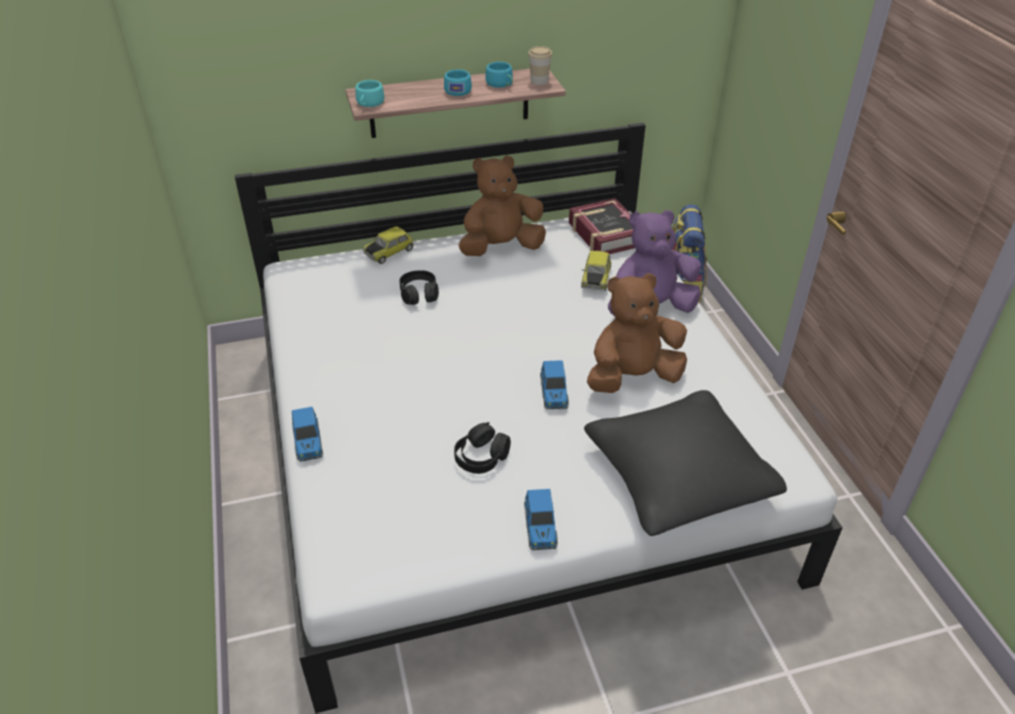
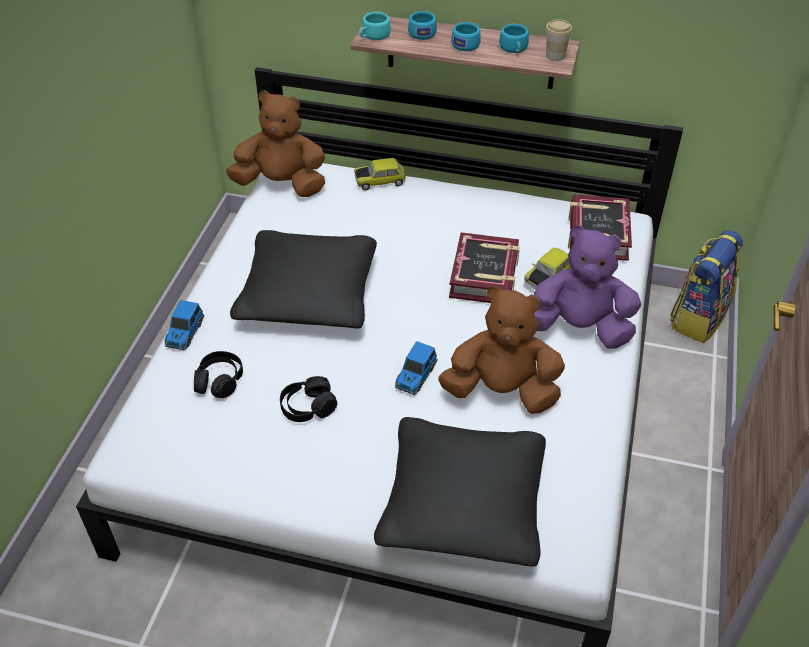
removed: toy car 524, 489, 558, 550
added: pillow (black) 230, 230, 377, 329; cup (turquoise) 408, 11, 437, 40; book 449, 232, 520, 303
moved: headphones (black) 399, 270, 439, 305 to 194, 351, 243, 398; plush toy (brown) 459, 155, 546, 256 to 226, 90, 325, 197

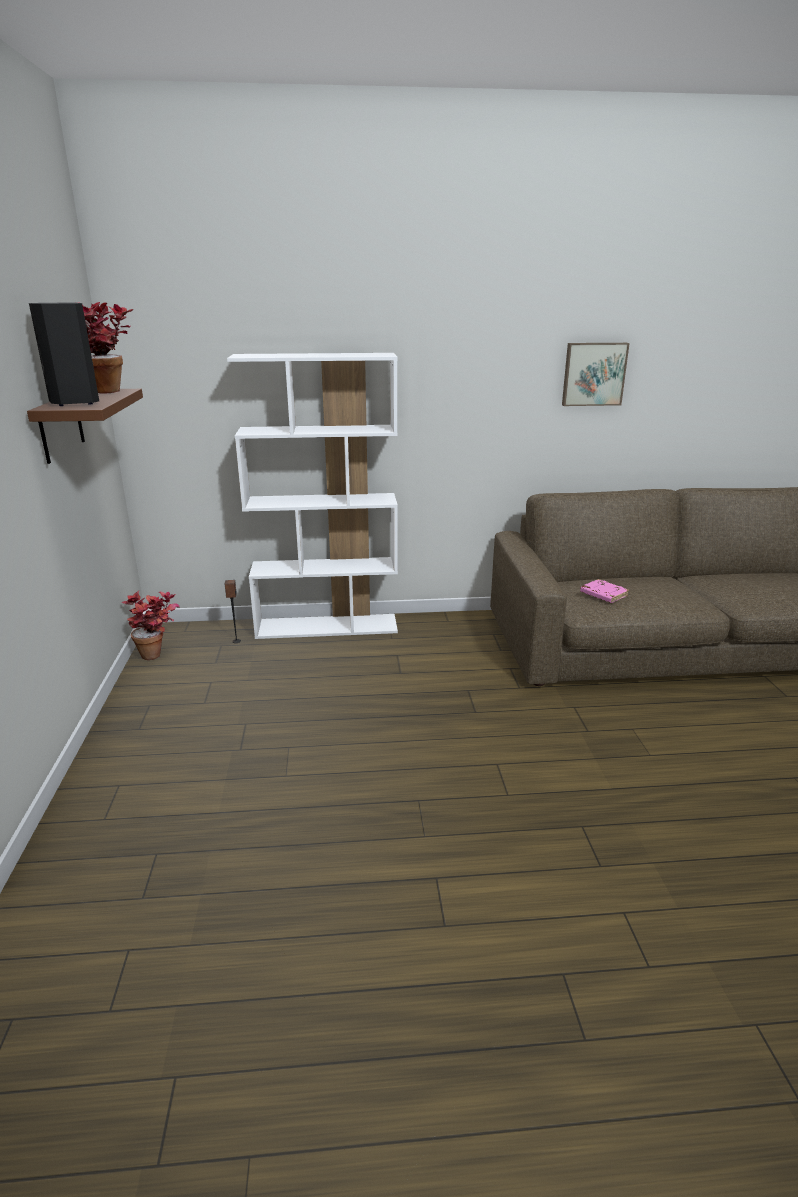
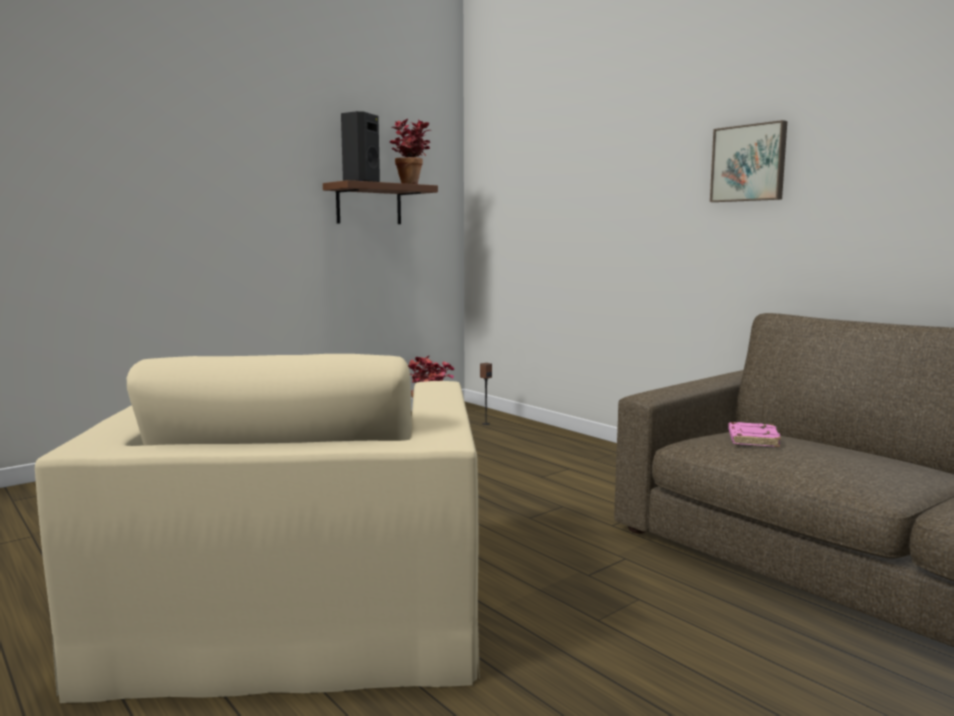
removed: bookcase (white) 227, 353, 398, 639
added: armchair (beige) 35, 354, 480, 703
moved: picture 562, 343, 630, 406 to 710, 120, 787, 202

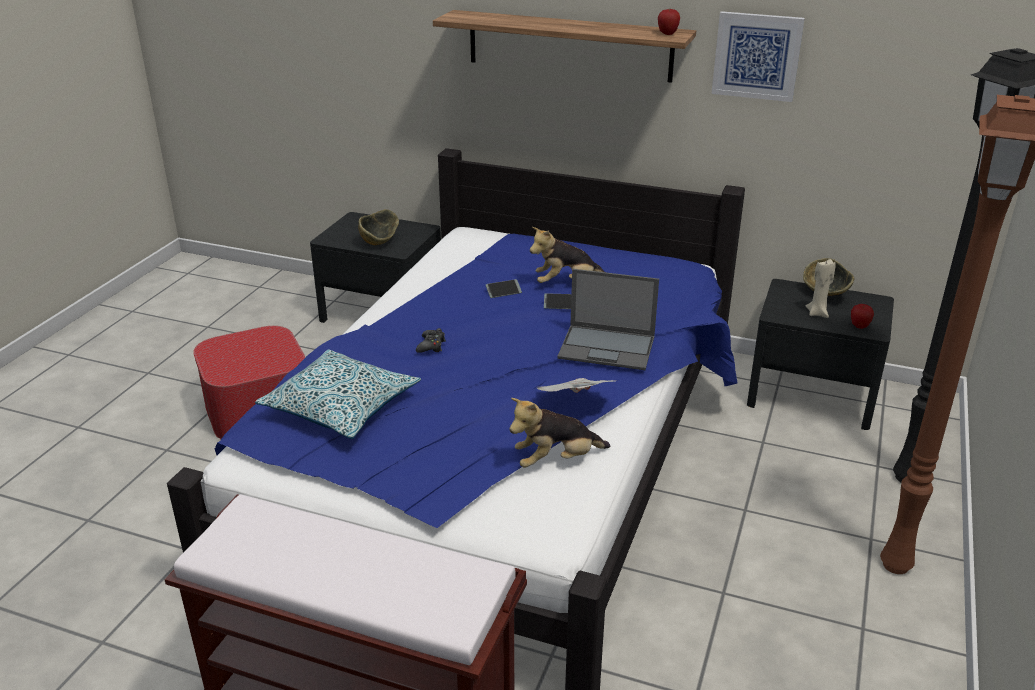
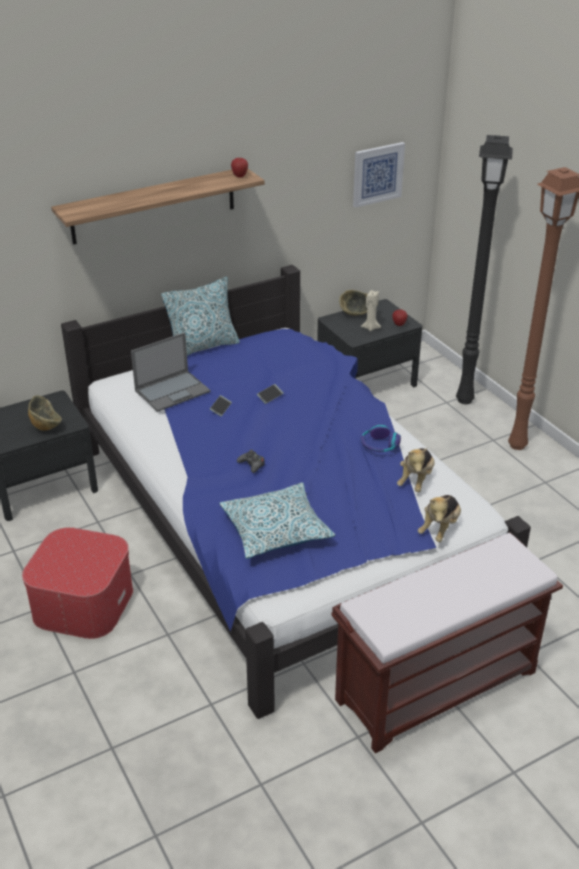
added: pillow 161, 277, 240, 356
moved: plush toy 530, 227, 607, 283 to 418, 495, 461, 542; laptop 557, 269, 659, 370 to 131, 332, 211, 412; picture 712, 11, 805, 102 to 353, 142, 405, 208
replaced: newspaper 538, 378, 616, 393 to headphones 361, 424, 401, 452

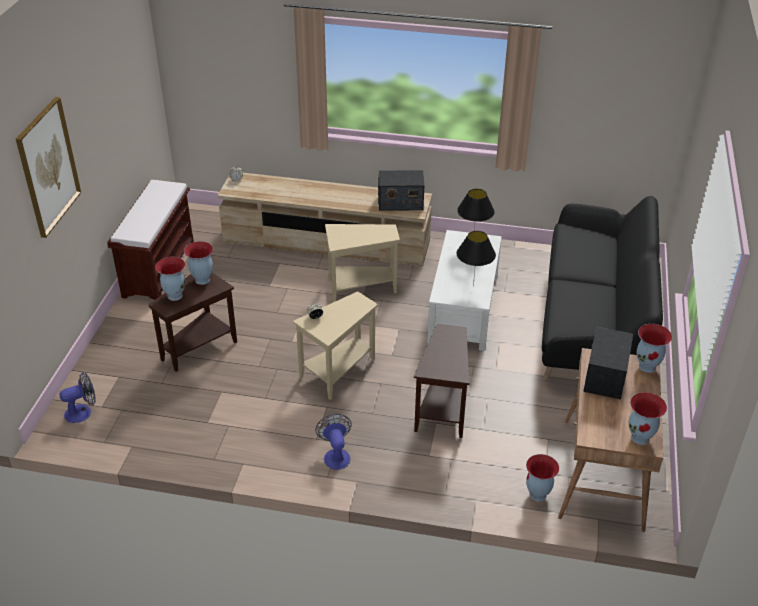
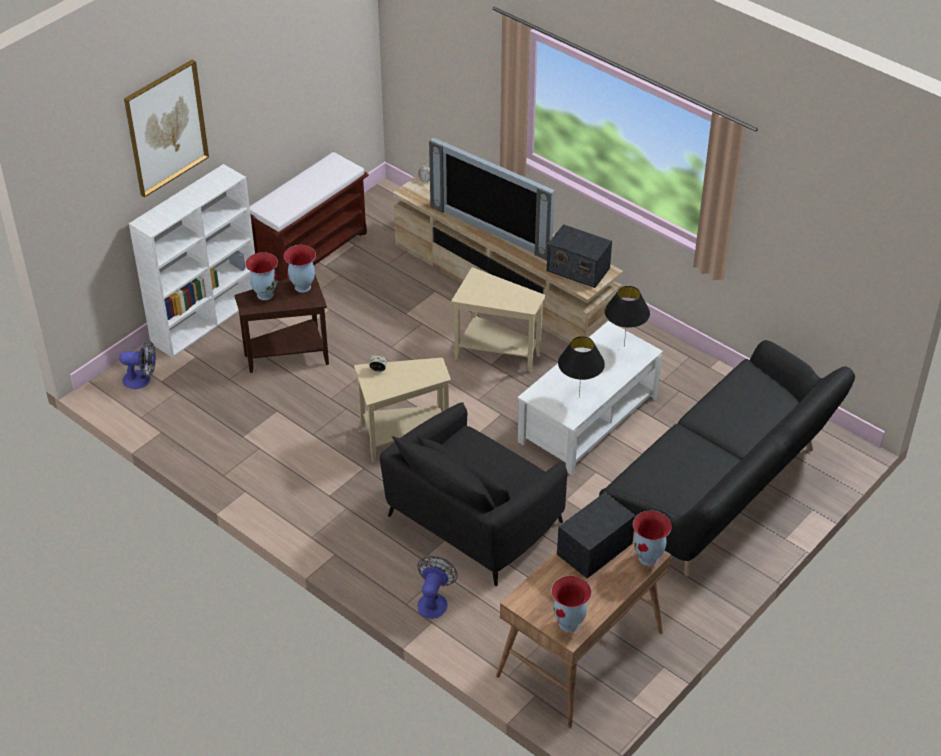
removed: vase 526, 454, 559, 502
added: bookcase (white) 129, 164, 255, 357; television 429, 137, 555, 260
moved: fan 315, 414, 352, 470 to 417, 556, 458, 619
replaced: side table (brown) 414, 324, 470, 438 to armchair (black) 380, 402, 567, 586

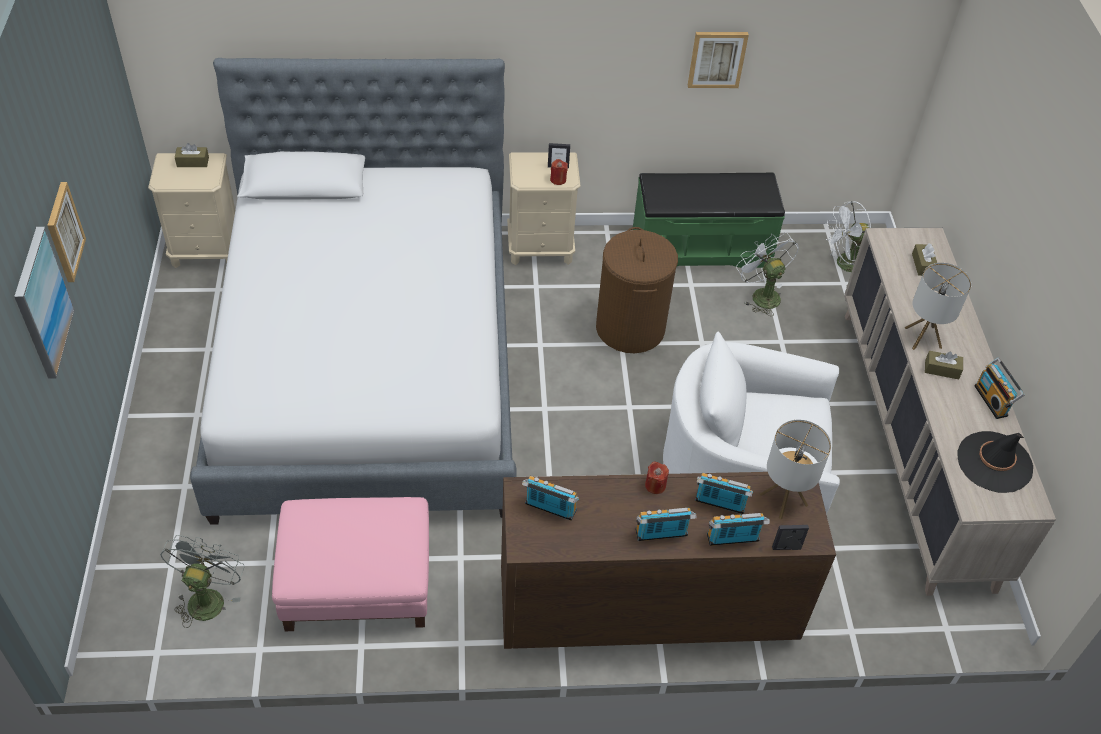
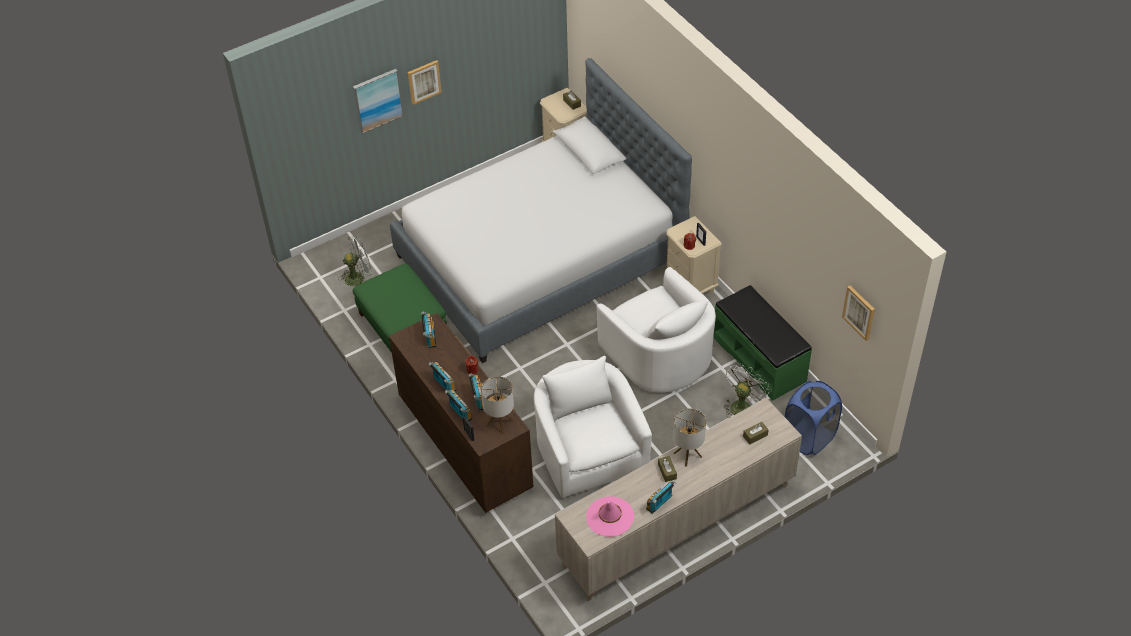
moved: picture 688, 32, 749, 88 to 842, 286, 875, 341
replaced: laundry basket (brown) 596, 227, 678, 353 to armchair (white) 596, 267, 716, 393; fan (white) 826, 201, 871, 272 to laundry basket (blue) 785, 381, 842, 455
recoloured: ottoman (pink) 272, 497, 429, 631 to ottoman (green) 353, 264, 447, 353; hat (black) 957, 431, 1033, 493 to hat (pink) 586, 496, 634, 537

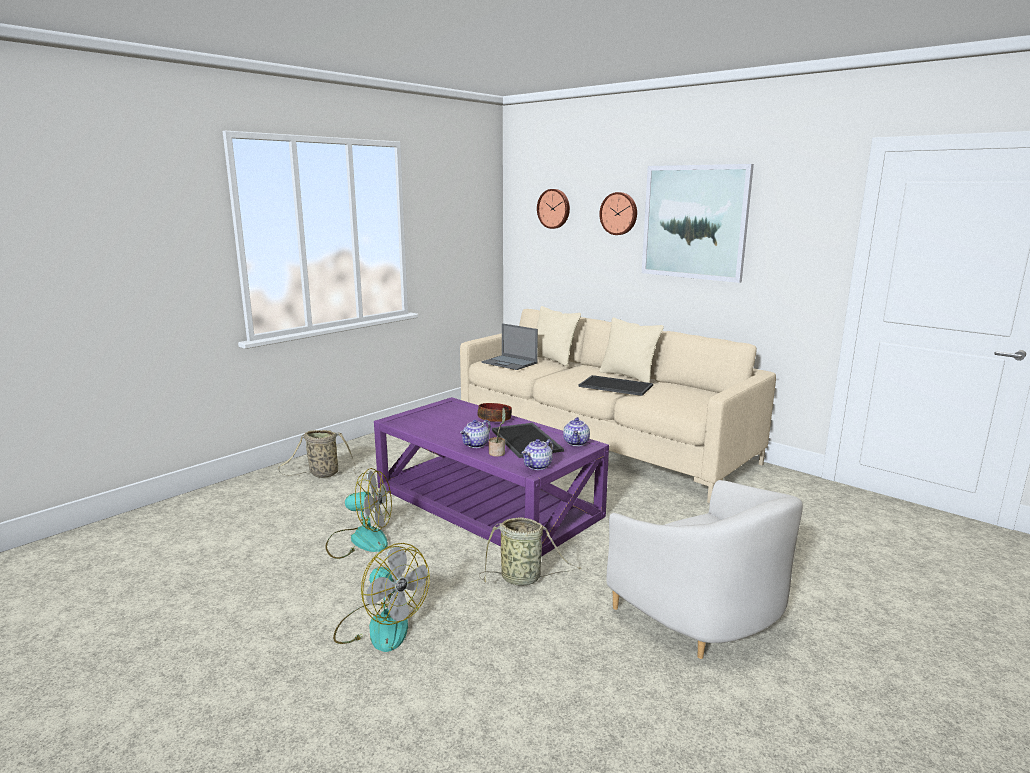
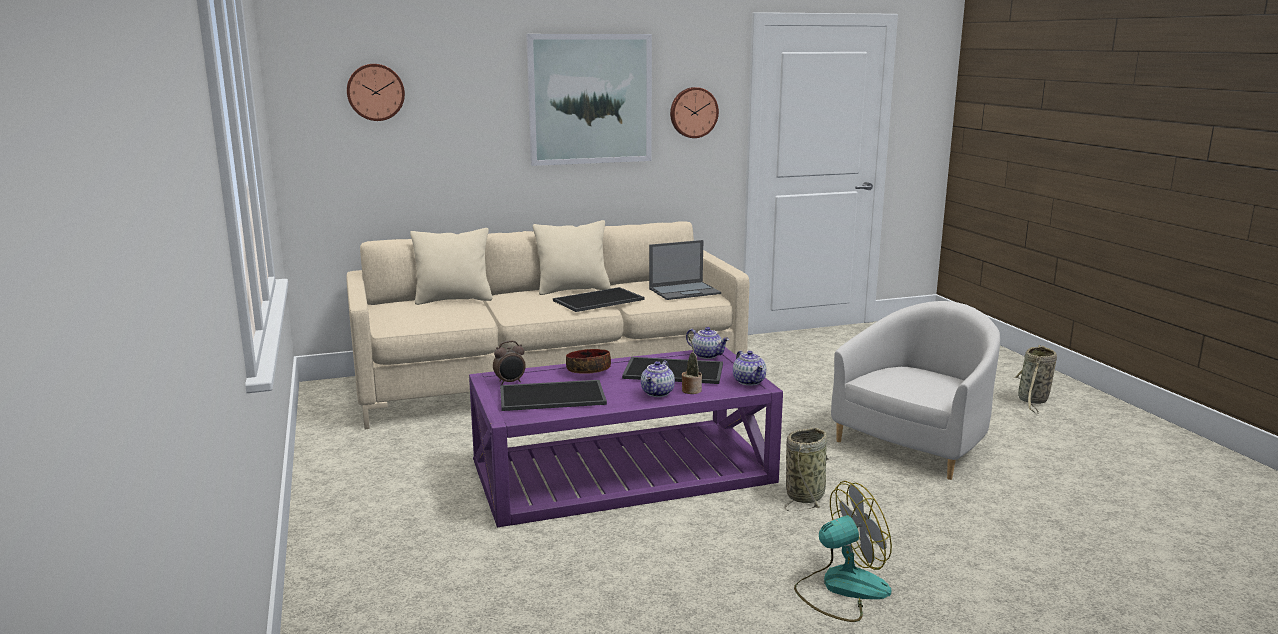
removed: fan 325, 468, 392, 559
added: alarm clock 493, 341, 526, 385; tray 500, 380, 607, 411
moved: basket 278, 430, 355, 478 to 1013, 345, 1057, 414; laptop 482, 323, 538, 370 to 649, 240, 721, 300; wall clock 599, 192, 637, 235 to 670, 87, 719, 138
turned: teapot 460, 420, 491, 448 = 641, 360, 675, 397 45 degrees clockwise; armchair (white) 606, 480, 803, 659 = 831, 301, 1000, 480 45 degrees counterclockwise

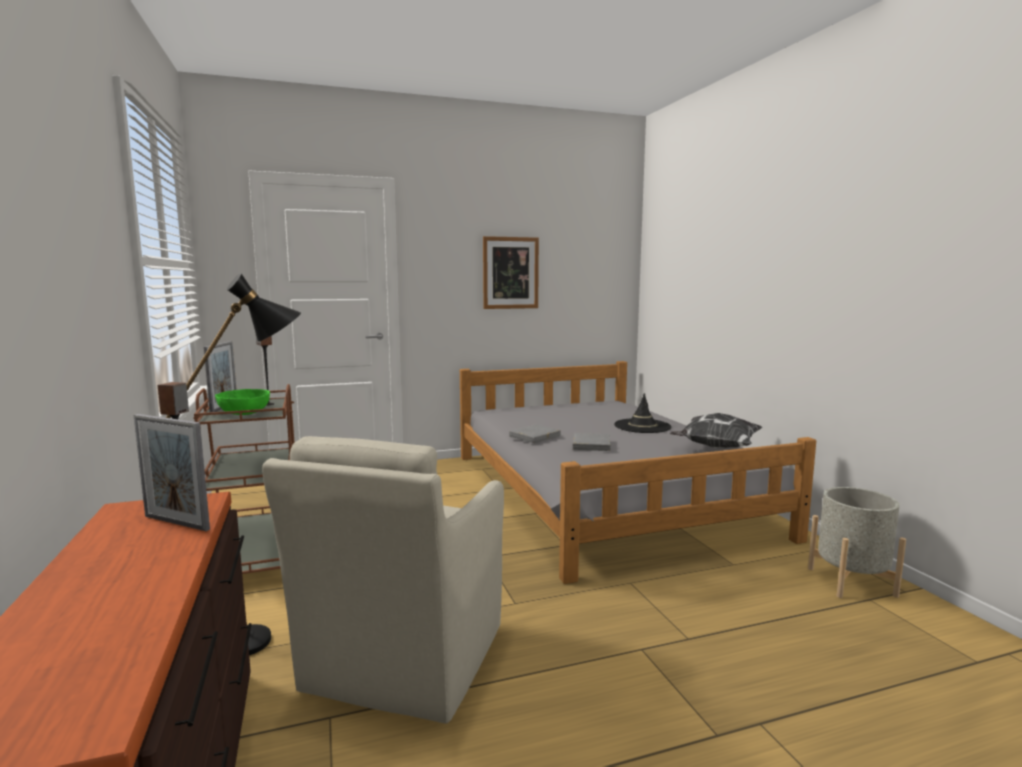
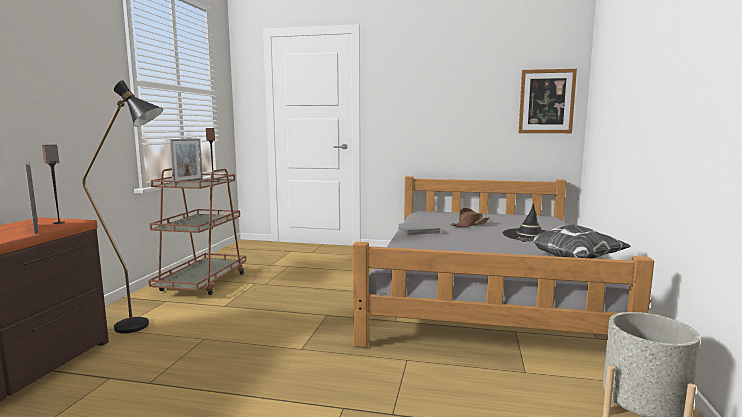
removed: bowl (green) 215, 389, 270, 415; armchair (beige) 262, 436, 504, 723; book (grey) 573, 433, 611, 451
added: hat (brown) 450, 208, 490, 227
moved: picture 483, 236, 539, 309 to 519, 69, 577, 133

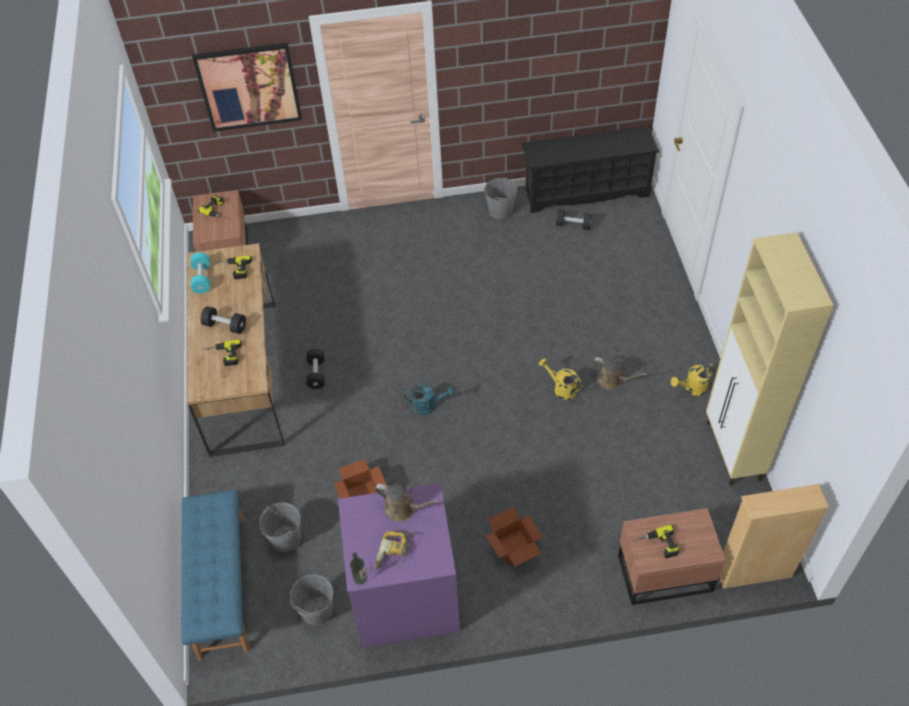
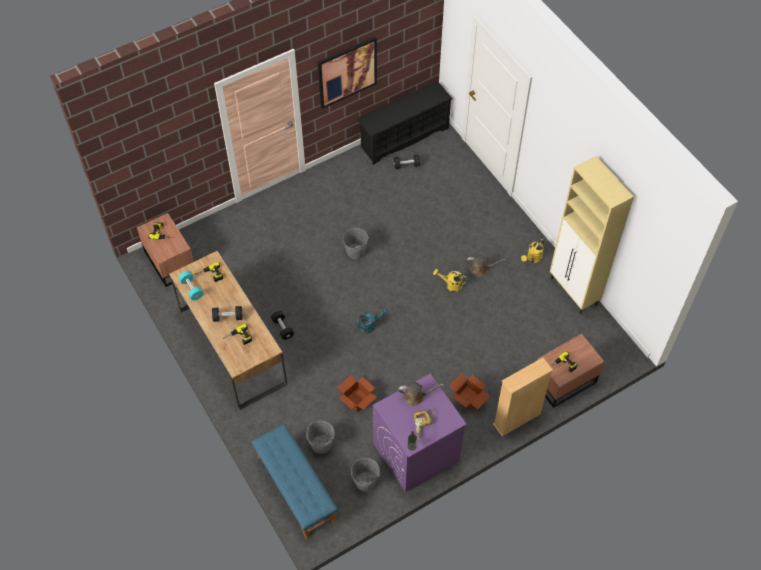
moved: picture 192, 43, 302, 132 to 318, 37, 377, 109; bucket (grey) 484, 177, 517, 219 to 343, 227, 369, 259; bookcase (beige) 719, 484, 829, 589 to 493, 358, 553, 436

